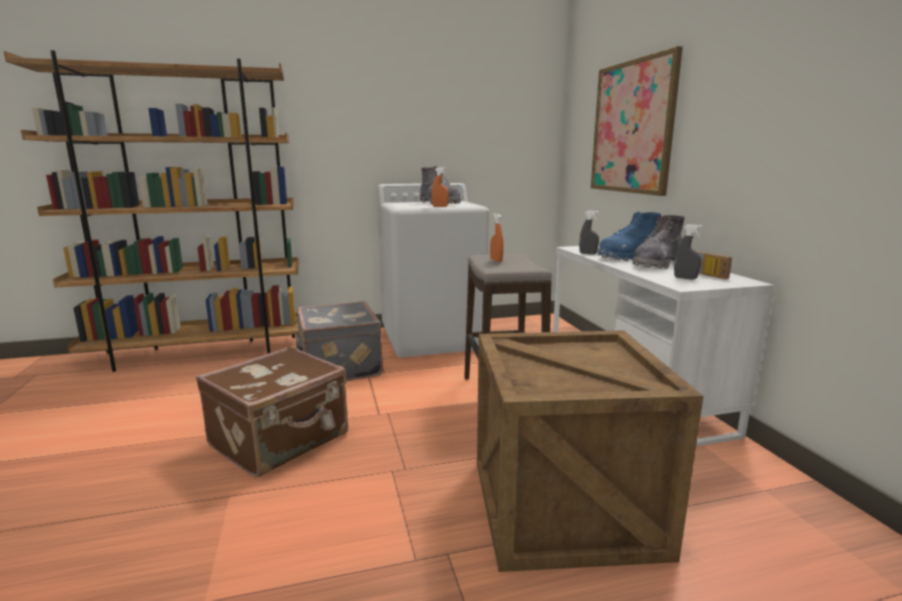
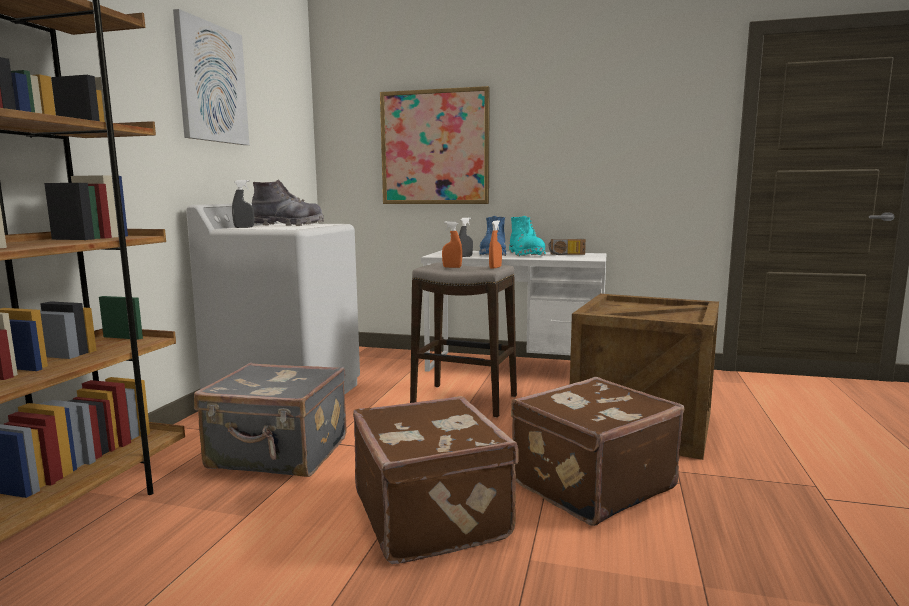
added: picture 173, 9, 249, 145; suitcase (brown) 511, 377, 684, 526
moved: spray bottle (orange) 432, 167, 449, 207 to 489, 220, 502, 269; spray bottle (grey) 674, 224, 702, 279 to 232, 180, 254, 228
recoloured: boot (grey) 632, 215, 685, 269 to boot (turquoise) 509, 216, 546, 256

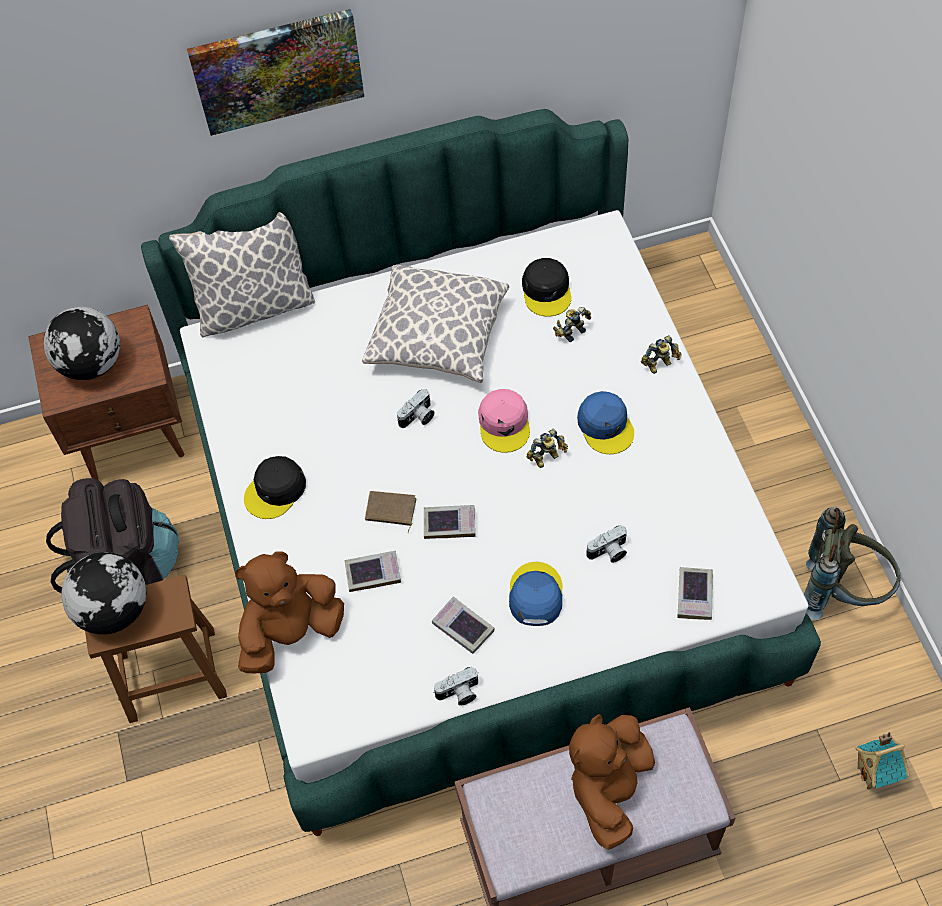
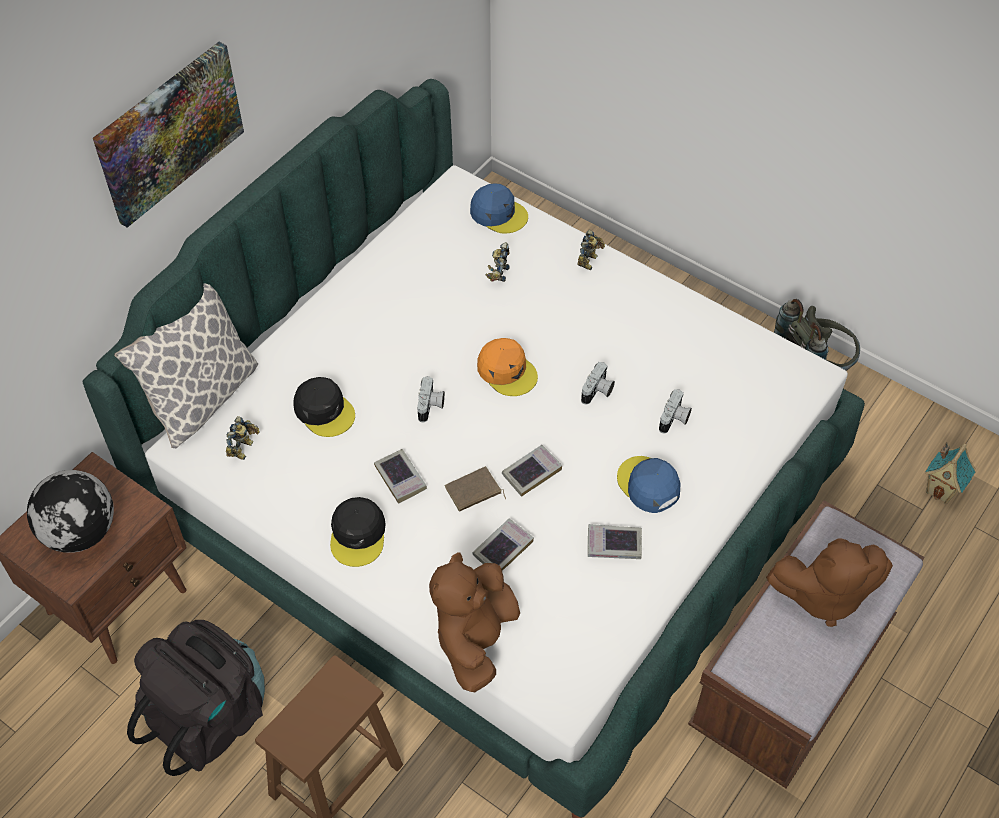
removed: globe 62, 552, 146, 635; pillow 362, 265, 509, 383
moved: photo camera 433, 667, 479, 706 to 581, 362, 615, 405; cap (black) 522, 258, 571, 317 to 294, 377, 355, 437; toy robot 527, 429, 568, 468 to 226, 416, 260, 460; cap (blue) 577, 391, 634, 454 to 470, 184, 528, 233; book 677, 567, 713, 620 to 374, 449, 427, 504
recoloured: cap (pink) 478, 389, 530, 453 to cap (orange) 477, 338, 538, 396
turned: plush toy (brown) 569, 714, 655, 850 = 766, 538, 893, 627 75 degrees counterclockwise

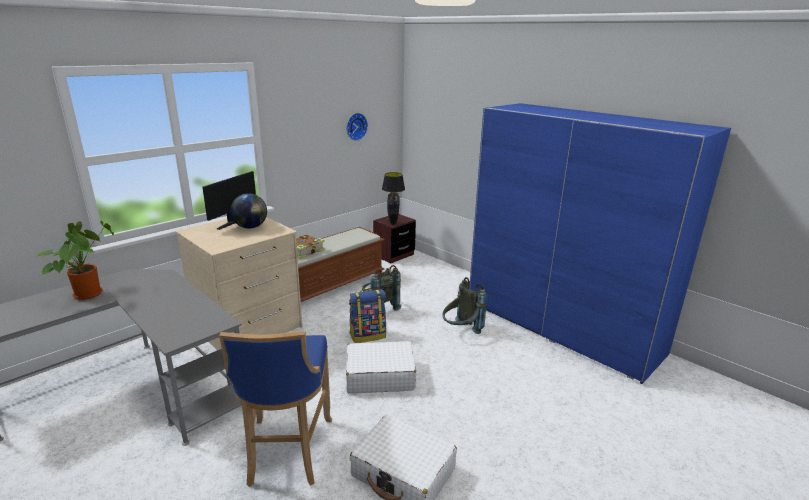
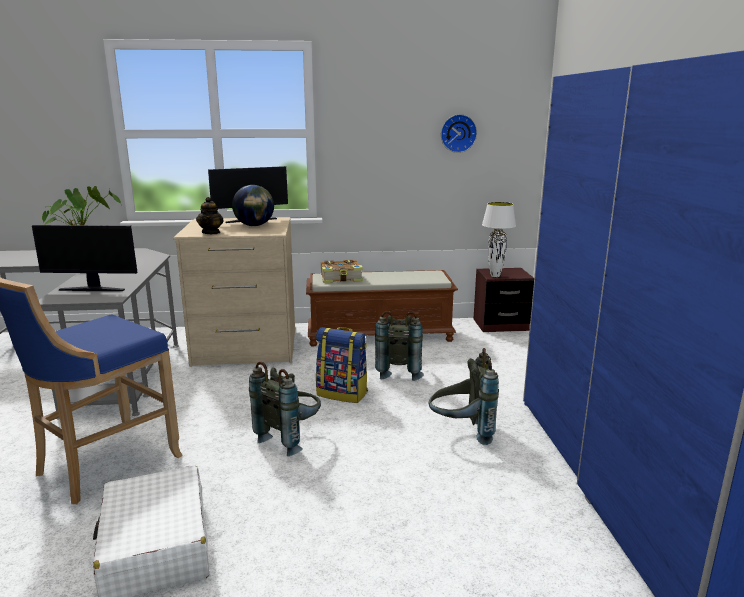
added: monitor 32, 225, 138, 291; teapot 196, 197, 223, 234
replaced: suitcase (white) 346, 341, 416, 393 to backpack (grey) 249, 362, 321, 456
recoloured: table lamp (black) 382, 172, 405, 225 to table lamp (white) 482, 202, 516, 277

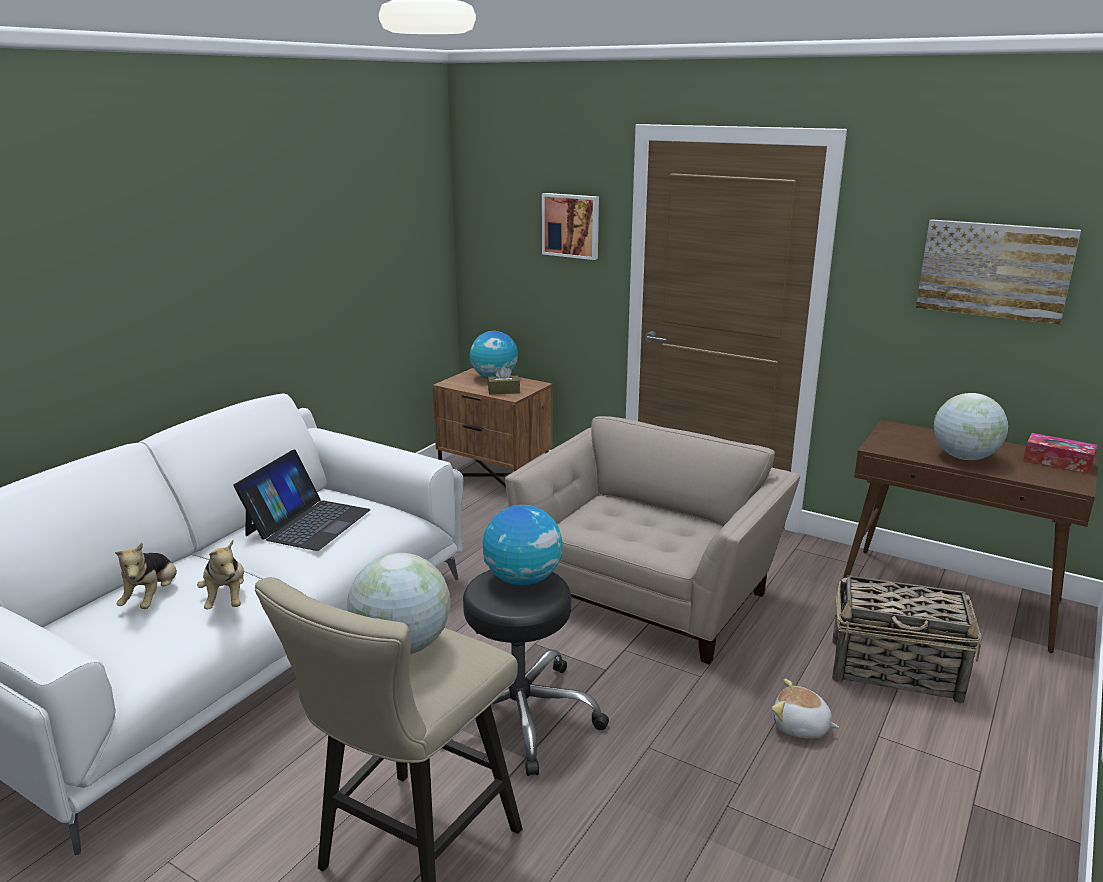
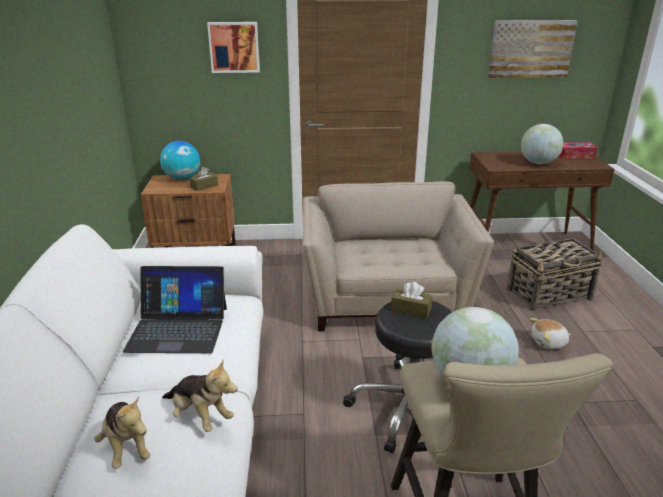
replaced: globe 483, 505, 563, 586 to tissue box (brown) 391, 282, 433, 318
turned: laptop 233, 449, 371, 551 = 123, 266, 227, 353 105 degrees clockwise

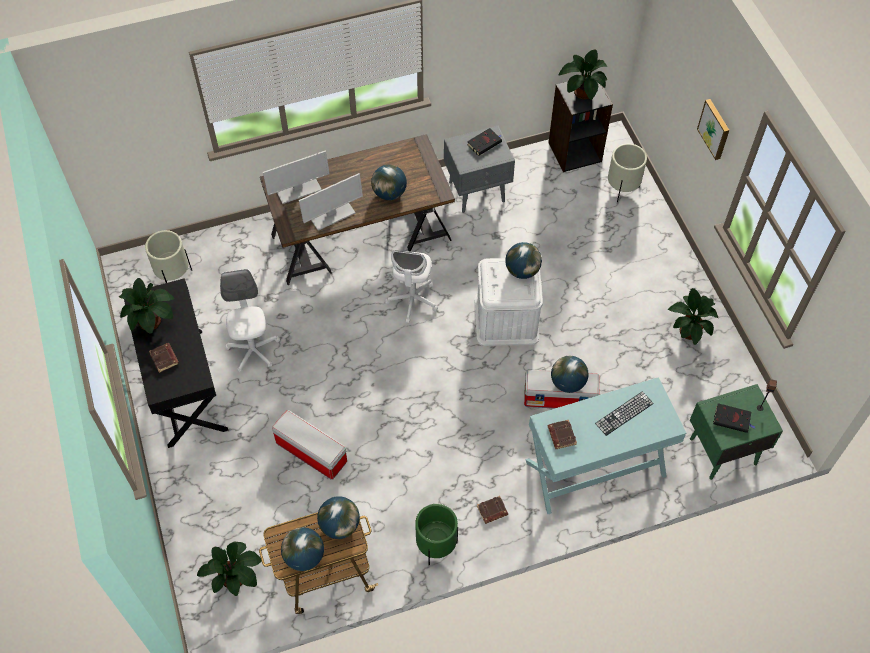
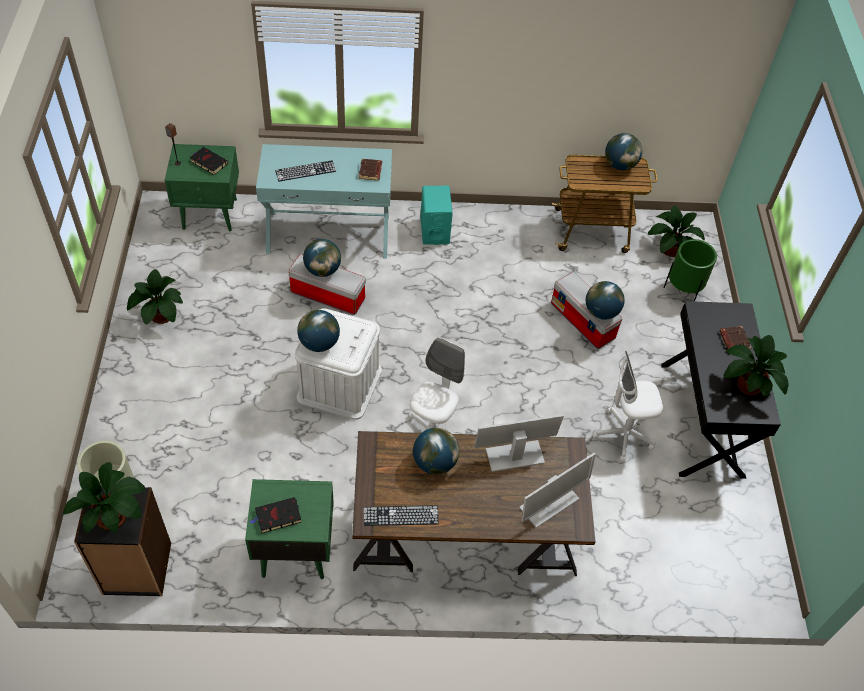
removed: planter (beige) 145, 230, 192, 283; picture 697, 99, 729, 160
added: keyboard 364, 506, 439, 526
moved: globe 317, 496, 360, 539 to 586, 281, 625, 320; planter (green) 415, 504, 458, 566 to 664, 239, 717, 302
replaced: book (brown) 477, 496, 508, 524 to speaker (turquoise) 421, 186, 453, 245
recoloured: nightstand (grey) 444, 126, 515, 213 to nightstand (green) 245, 479, 334, 579
turned: office chair (white) 220, 269, 280, 372 = 592, 351, 663, 462 75 degrees clockwise; monitor 263, 150, 330, 204 = 519, 453, 596, 528 150 degrees clockwise

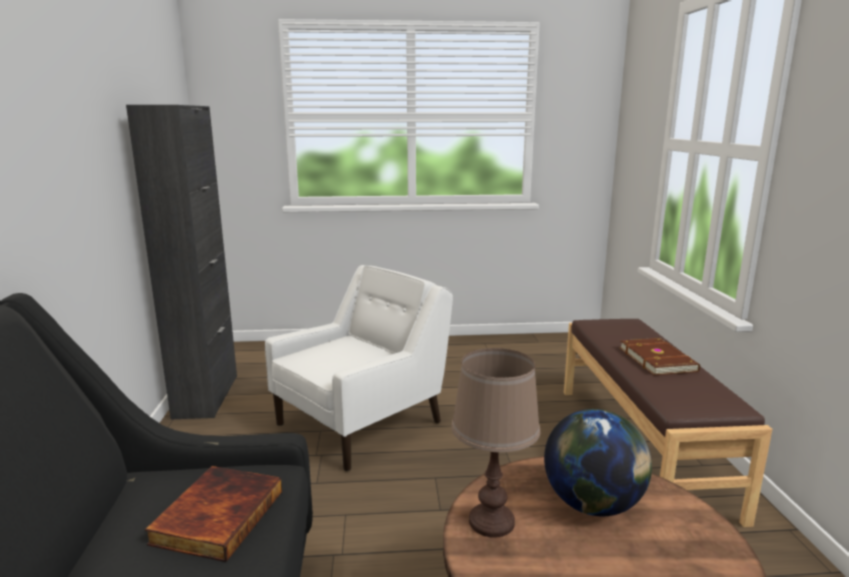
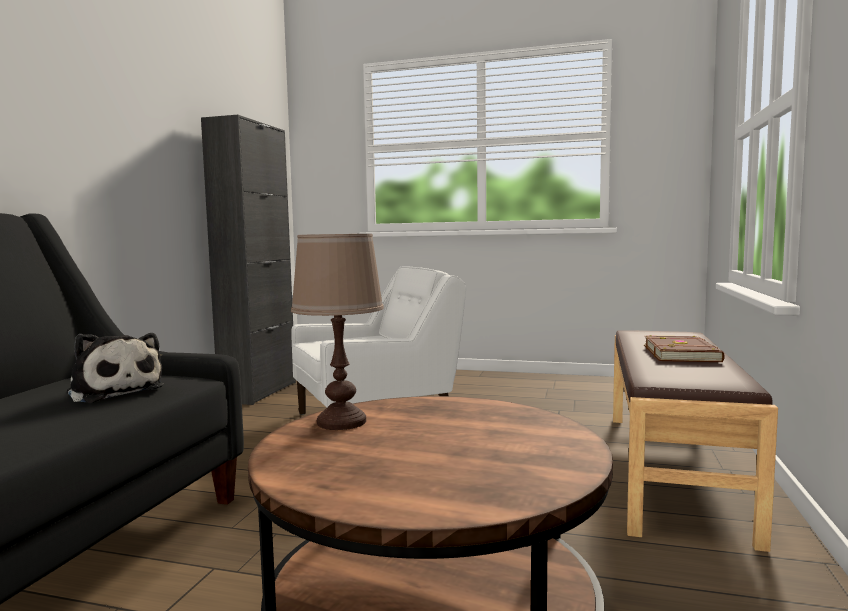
removed: globe 544, 409, 652, 516
replaced: book 145, 466, 282, 562 to plush toy 67, 333, 164, 403

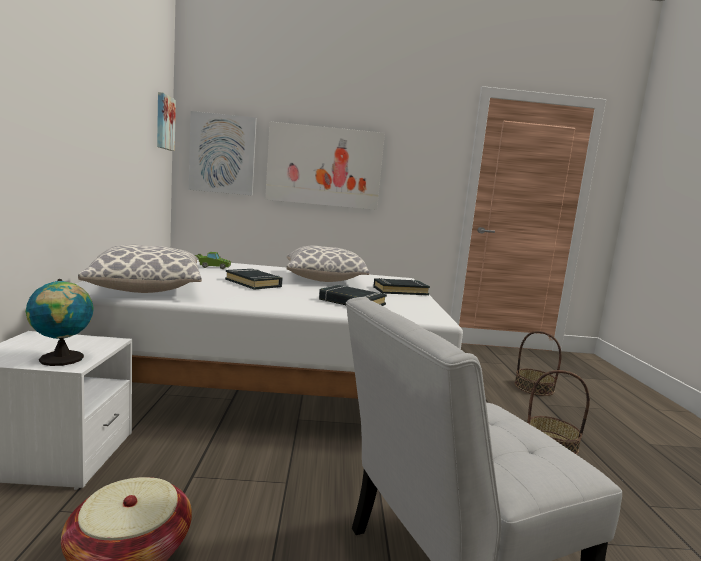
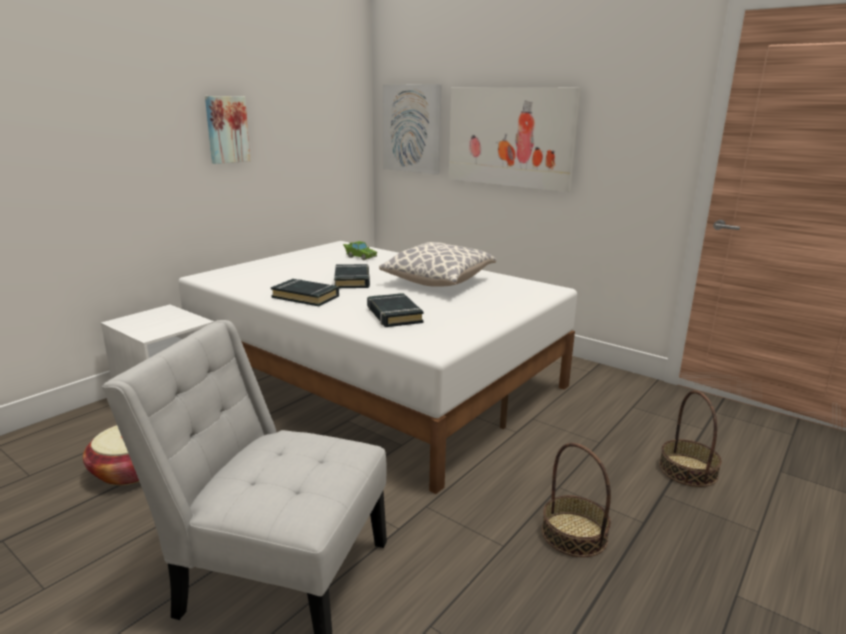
removed: globe 25, 279, 94, 366; pillow 78, 244, 202, 293
moved: picture 157, 92, 176, 151 to 205, 96, 250, 164; book (black) 373, 278, 430, 295 to 271, 279, 339, 306

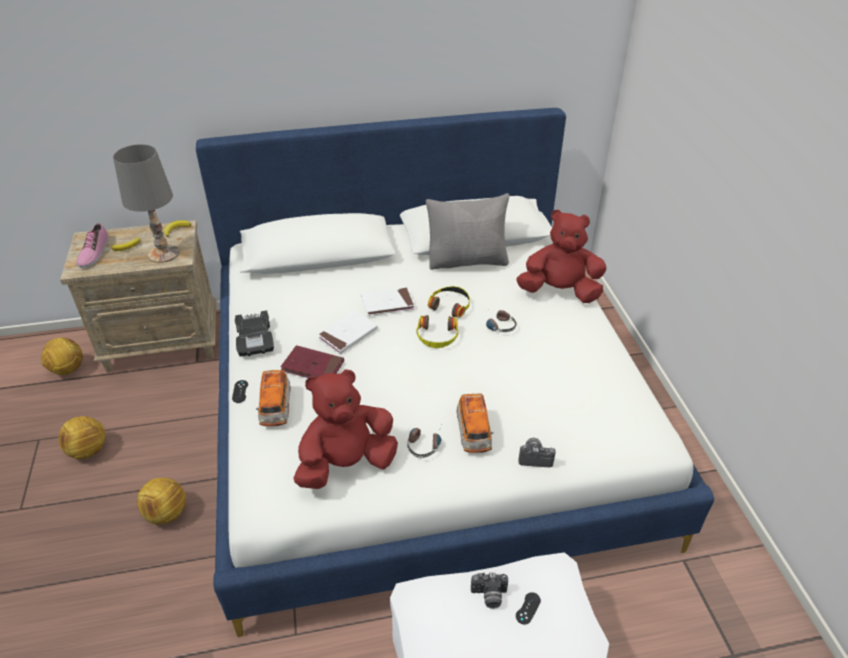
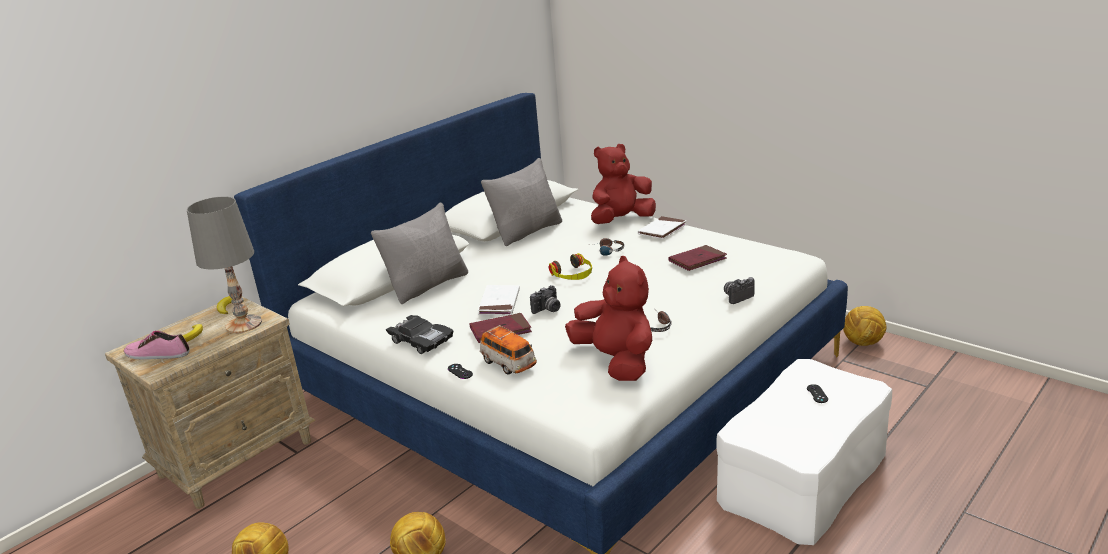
removed: headphones 428, 286, 470, 318; toy car 457, 394, 493, 453
added: pillow (grey) 371, 202, 468, 304; book (red) 669, 245, 727, 271
moved: football 41, 338, 83, 375 to 843, 306, 886, 346; book (white) 361, 288, 415, 316 to 638, 216, 687, 239; photo camera 471, 573, 508, 609 to 530, 285, 561, 314
turned: shoe 77, 223, 109, 268 = 124, 331, 190, 359 135 degrees clockwise; plush toy (red) 293, 369, 398, 489 = 565, 256, 652, 381 120 degrees clockwise

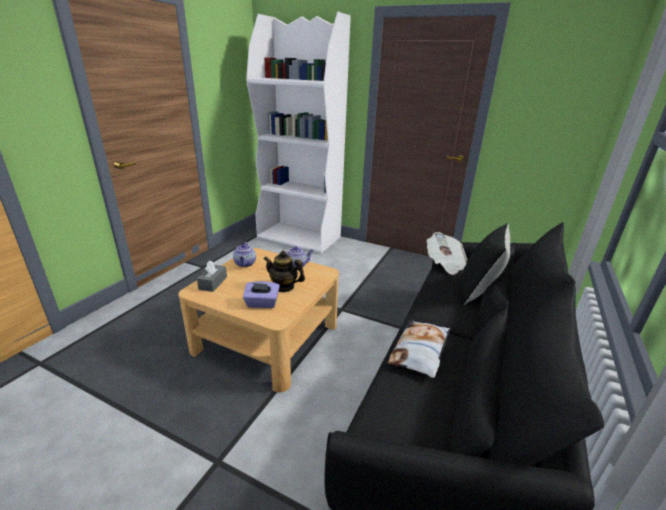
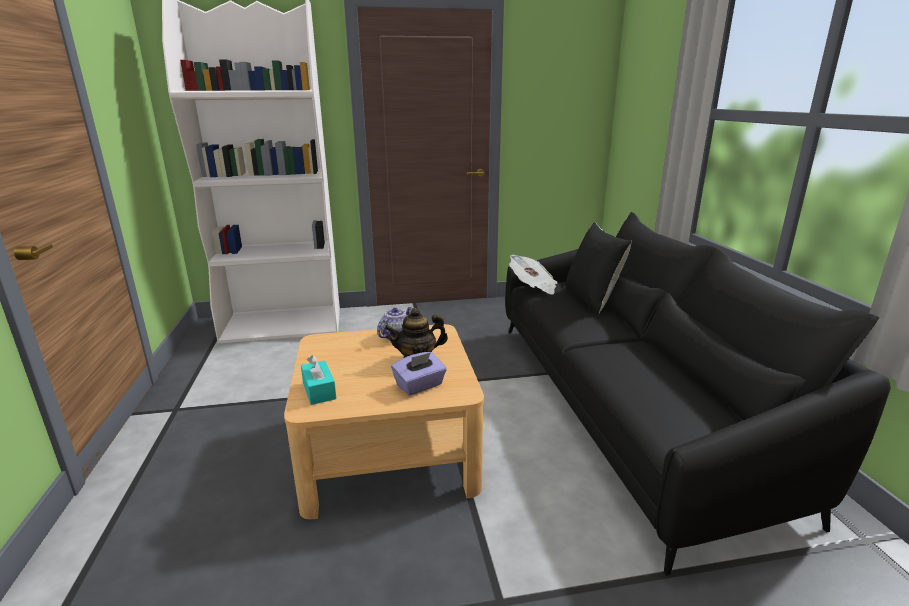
removed: teapot 233, 242, 256, 267; pillow 388, 320, 451, 378
recoloured: tissue box (grey) 197, 260, 227, 292 to tissue box (turquoise) 301, 355, 337, 405

